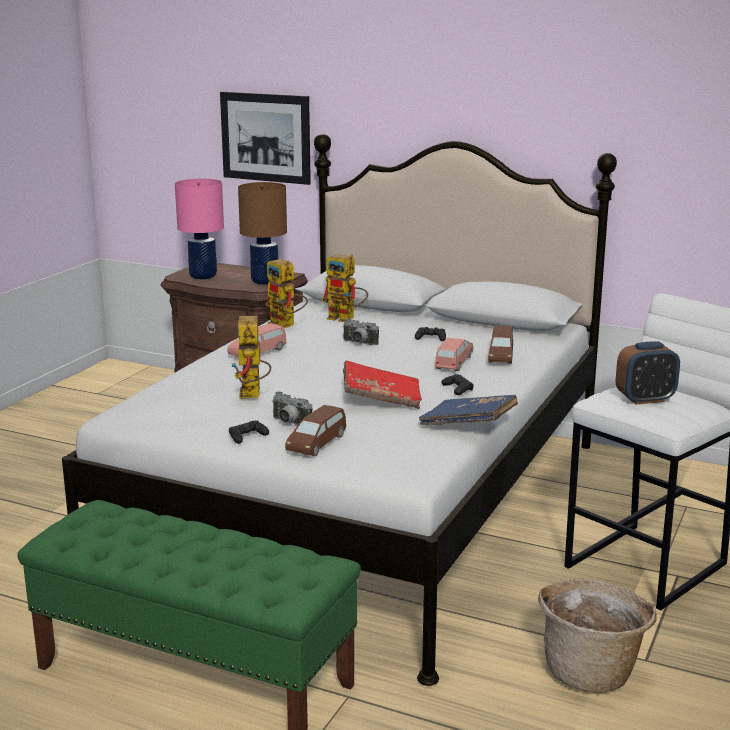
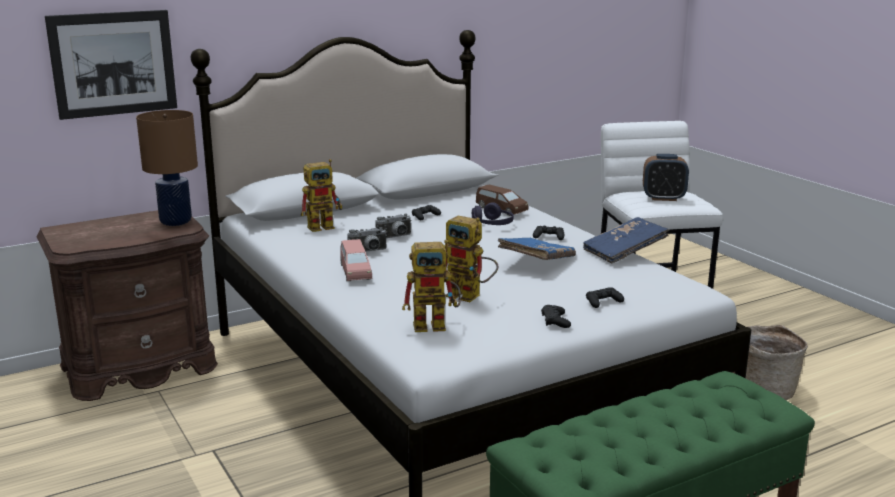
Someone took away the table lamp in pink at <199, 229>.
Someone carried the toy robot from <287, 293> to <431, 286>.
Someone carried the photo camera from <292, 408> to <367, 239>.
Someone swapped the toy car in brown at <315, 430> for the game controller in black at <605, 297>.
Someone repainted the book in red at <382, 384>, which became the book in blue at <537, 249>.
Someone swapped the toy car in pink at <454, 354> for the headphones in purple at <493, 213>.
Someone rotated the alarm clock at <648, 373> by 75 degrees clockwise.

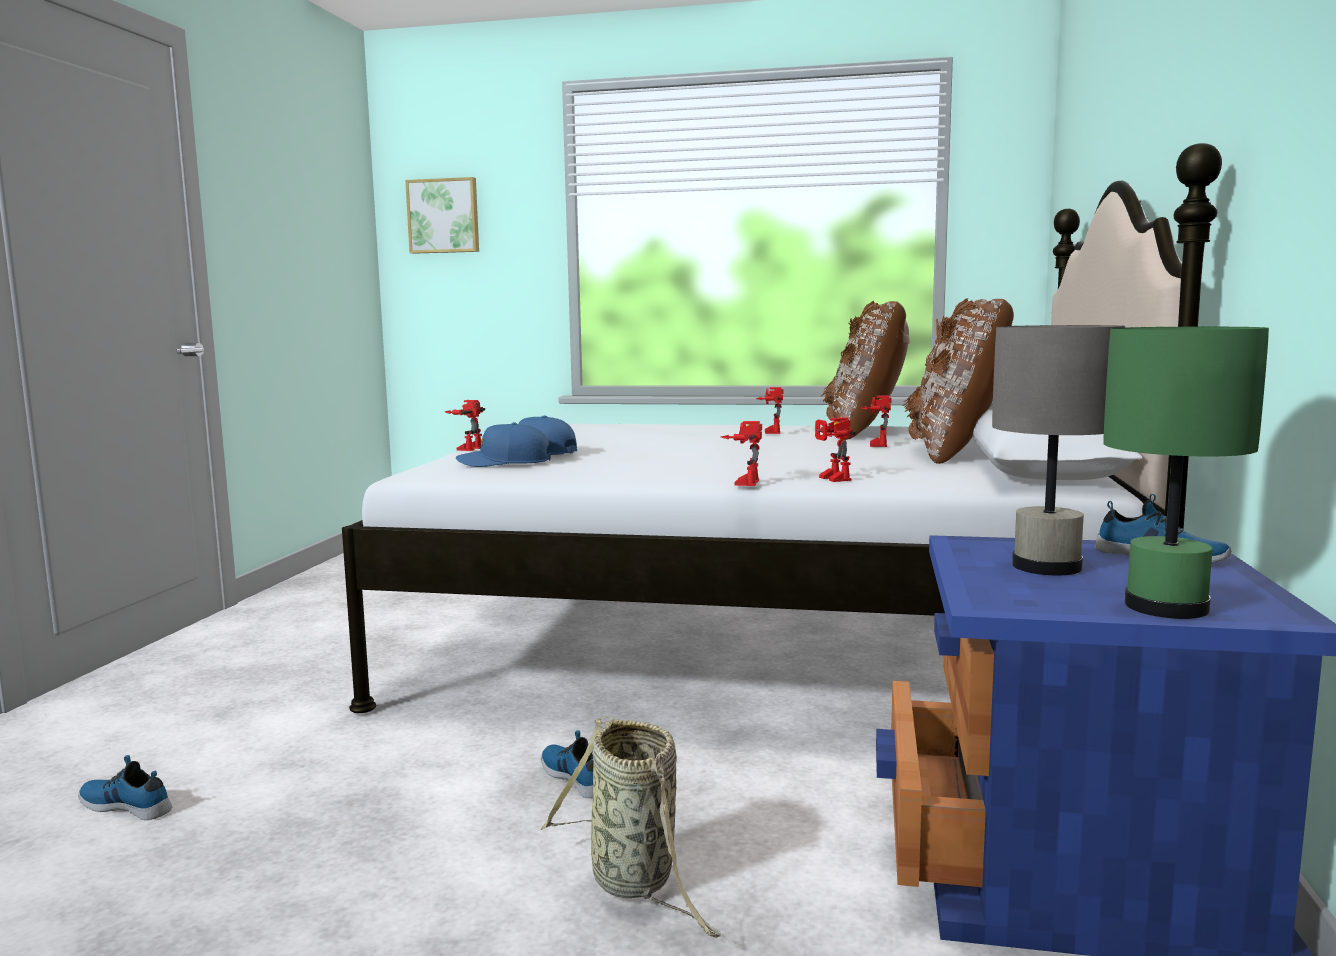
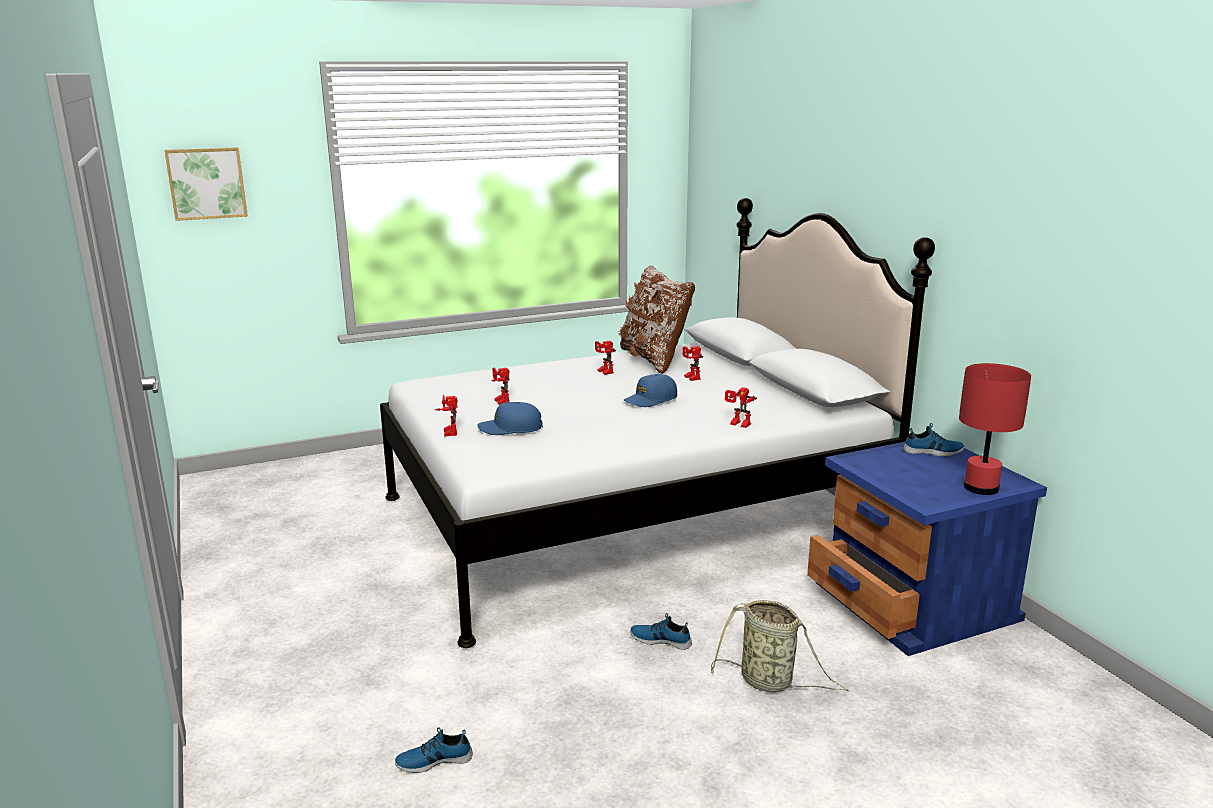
Someone carried the cap in blue from <503, 444> to <650, 390>.
Someone carried the toy robot from <741, 453> to <500, 386>.
Someone took away the pillow in brown at <958, 381>.
Someone took away the table lamp in grey at <1058, 450>.
Someone repainted the table lamp in green at <1186, 473>, which became the table lamp in red at <995, 429>.

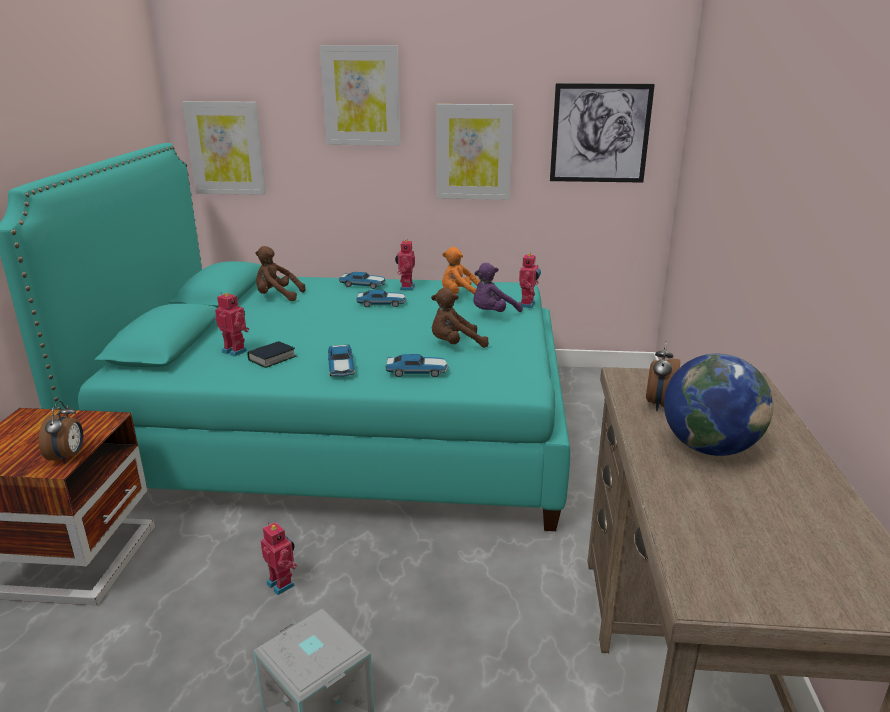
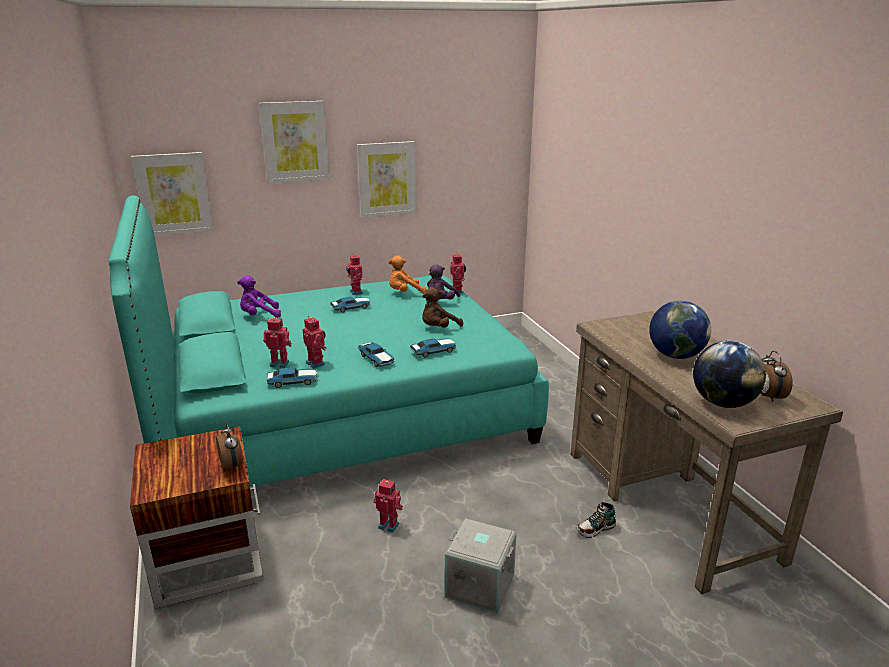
Someone swapped the book at <272, 354> for the toy robot at <315, 342>.
Someone repainted the plush toy in brown at <280, 273>, which became the plush toy in purple at <259, 296>.
Someone carried the toy car from <362, 280> to <293, 378>.
Someone took away the picture at <602, 133>.
Someone carried the alarm clock from <663, 376> to <777, 376>.
Someone put down the shoe at <596, 520>.
Someone put down the globe at <729, 374>.

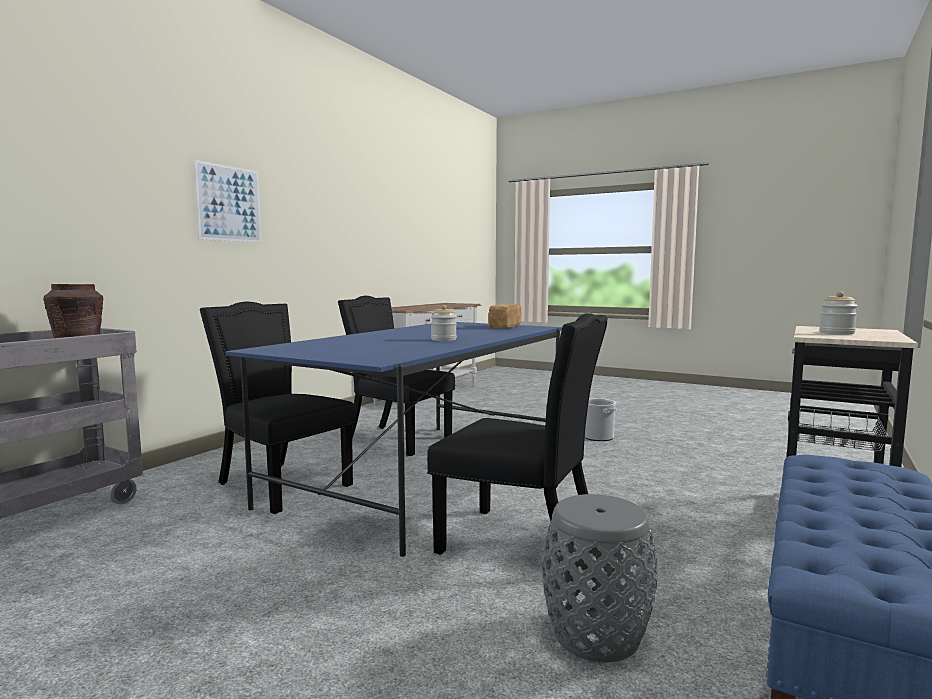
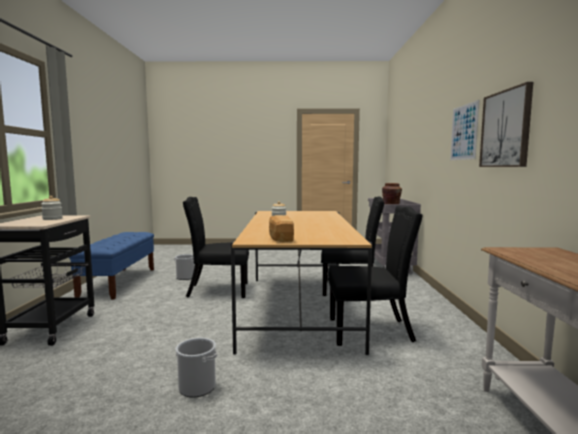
Someone repainted the dining table in blue at <394, 439>, which became the dining table in beige at <301, 283>.
Someone swapped the stool in grey at <600, 578> for the bucket at <184, 267>.
Someone put up the picture at <506, 124>.

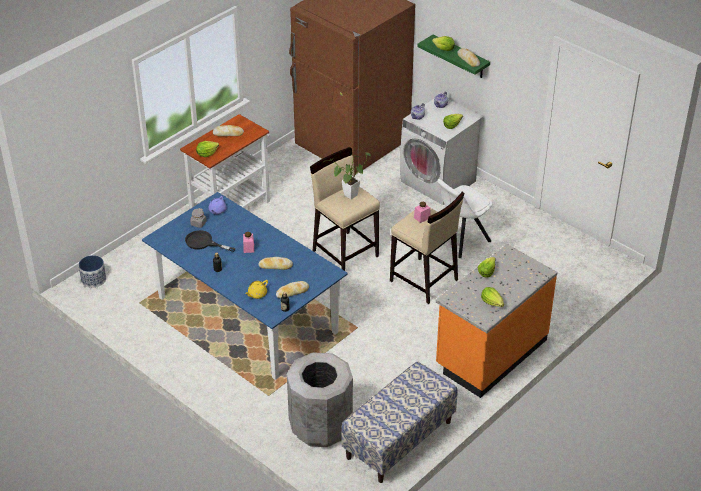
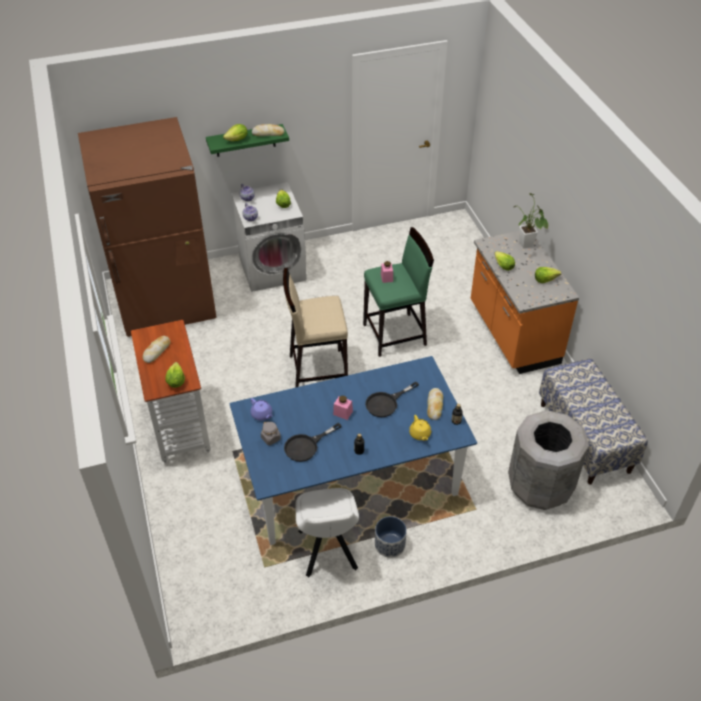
Someone carried the planter from <92, 271> to <391, 537>.
Someone swapped the bread at <276, 263> for the frying pan in black at <392, 399>.
Someone carried the potted plant from <347, 175> to <531, 220>.
Someone repainted the stool in beige at <427, 248>, which became the stool in green at <398, 292>.
Someone carried the chair in white from <465, 218> to <327, 532>.

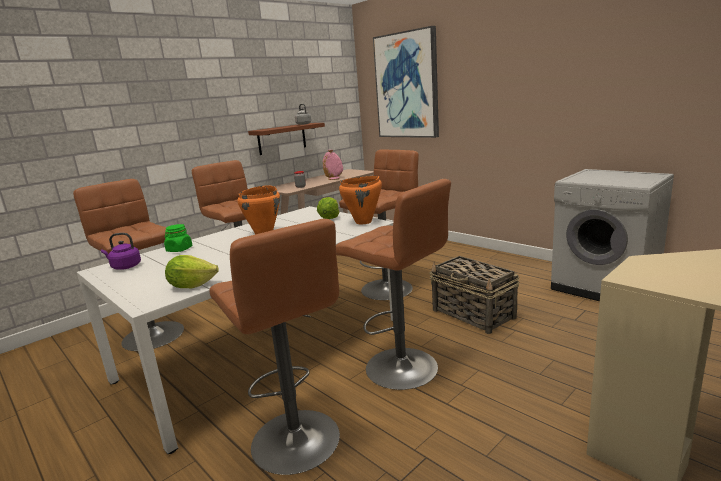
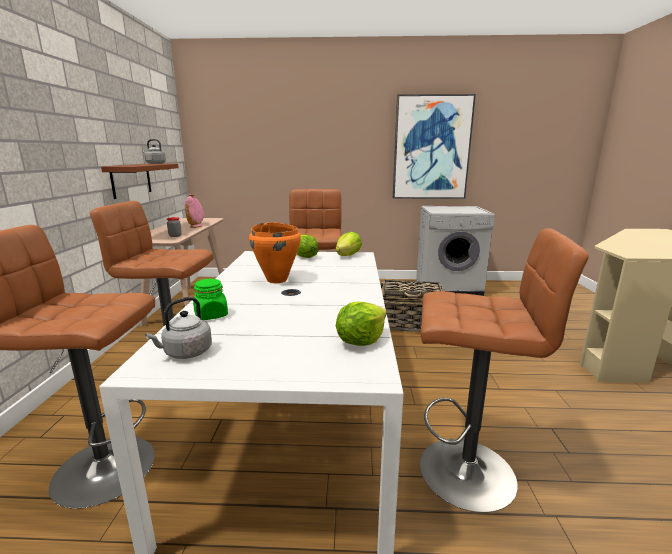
Someone repainted the kettle in purple at <121, 251>, which became the kettle in grey at <178, 328>.
Someone took away the stool in brown at <393, 284>.
Someone swapped the cooking pot in orange at <360, 200> for the lettuce at <348, 244>.
Someone carried the picture from <406, 82> to <434, 146>.

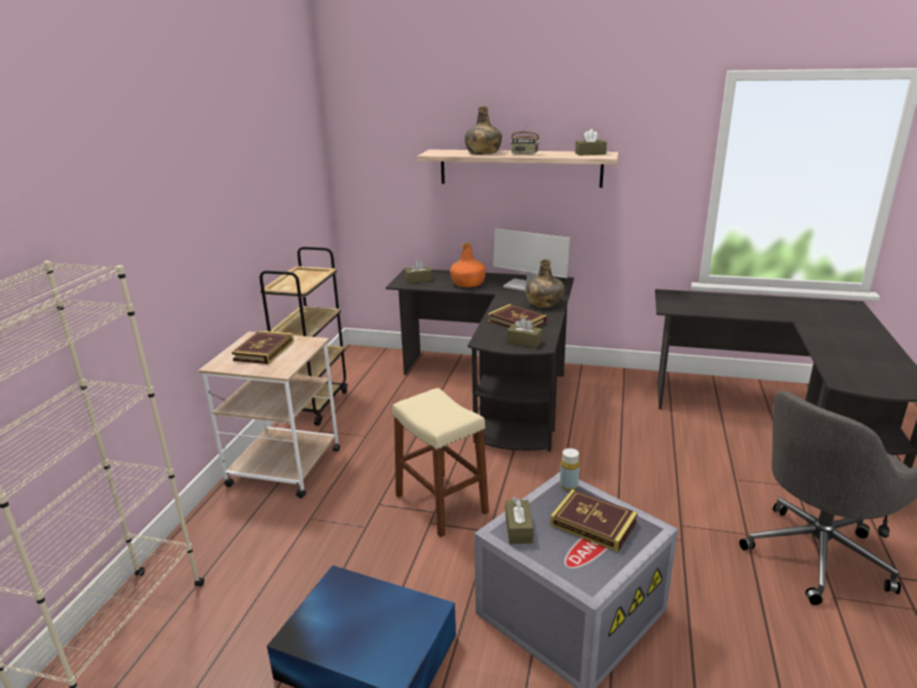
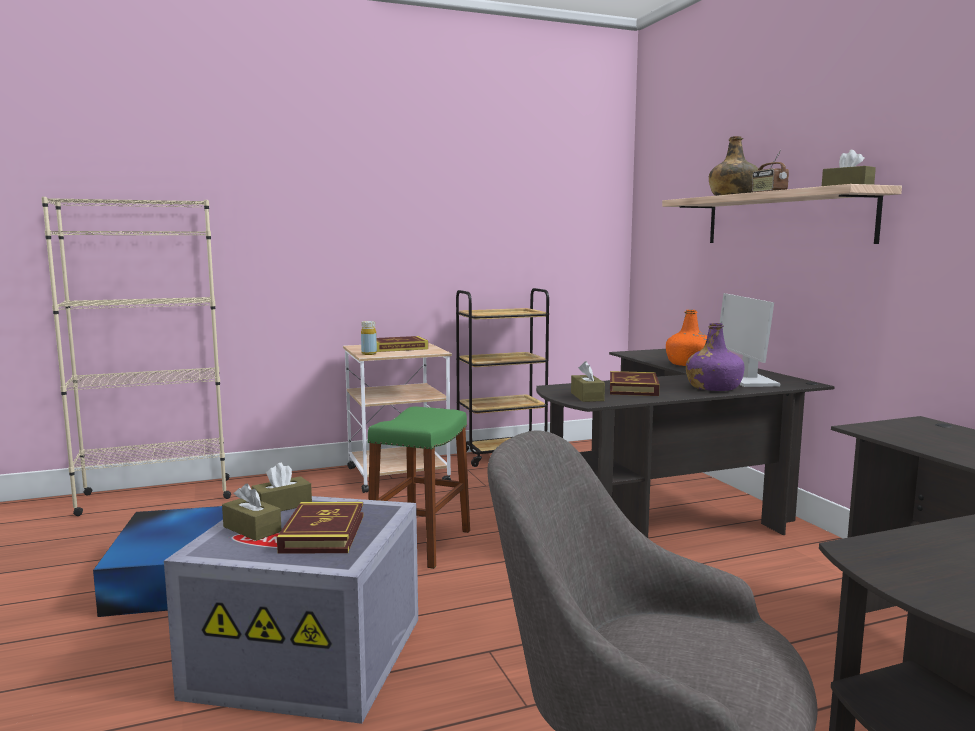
Someone repainted the stool in beige at <440, 462>, which became the stool in green at <419, 487>.
Someone carried the tissue box in brown from <418, 271> to <251, 512>.
Someone repainted the bottle in green at <545, 283>, which became the bottle in purple at <715, 357>.
Someone carried the bottle in yellow from <570, 469> to <369, 338>.

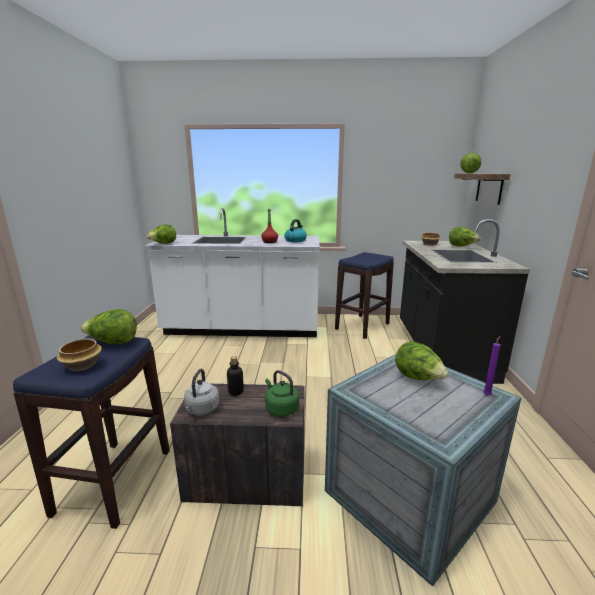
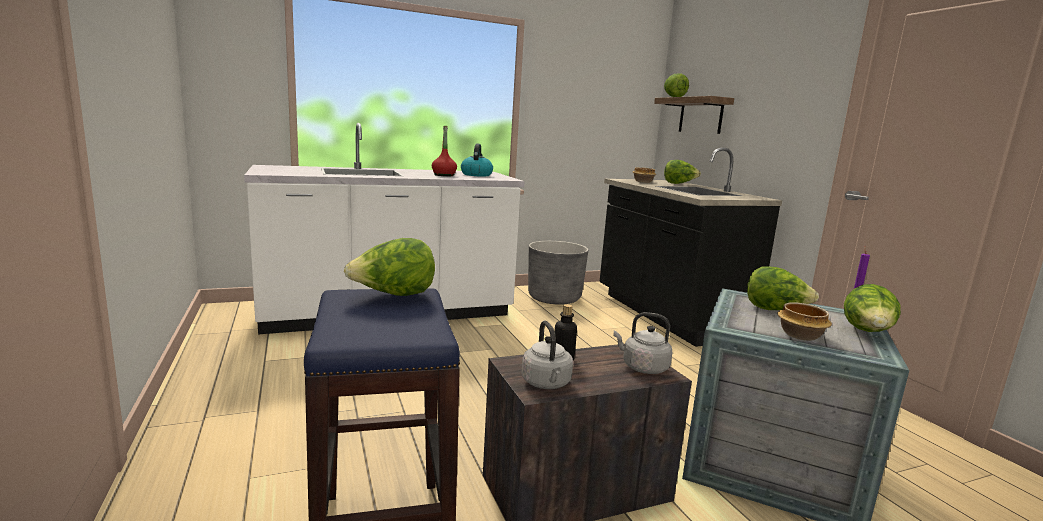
Someone carried the bowl from <79, 354> to <804, 321>.
Someone carried the lettuce from <161, 234> to <872, 308>.
Someone repainted the kettle in green at <282, 393>, which became the kettle in grey at <643, 343>.
Someone swapped the stool at <364, 295> for the planter in grey at <558, 273>.

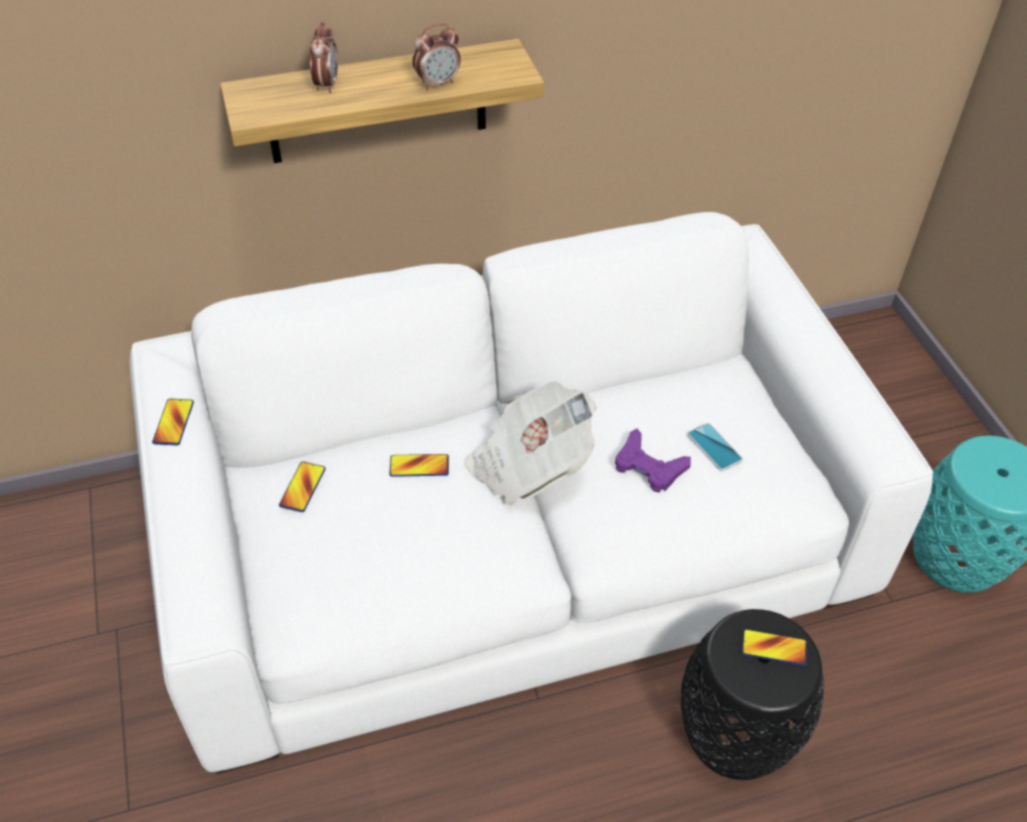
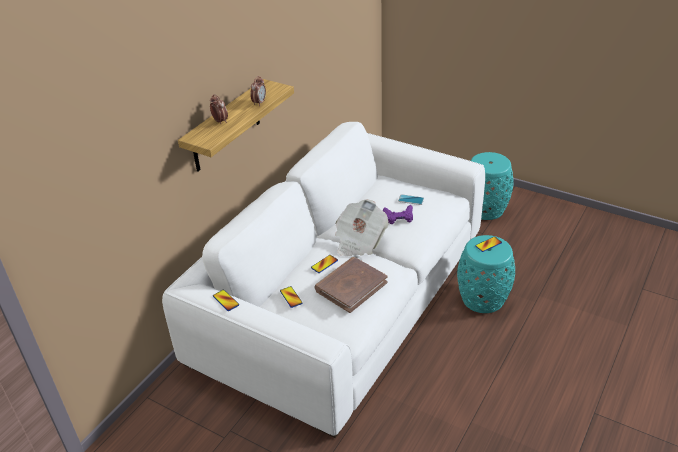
Someone repainted the stool in black at <752, 694>, which became the stool in turquoise at <486, 274>.
Someone put down the book in brown at <351, 285>.

